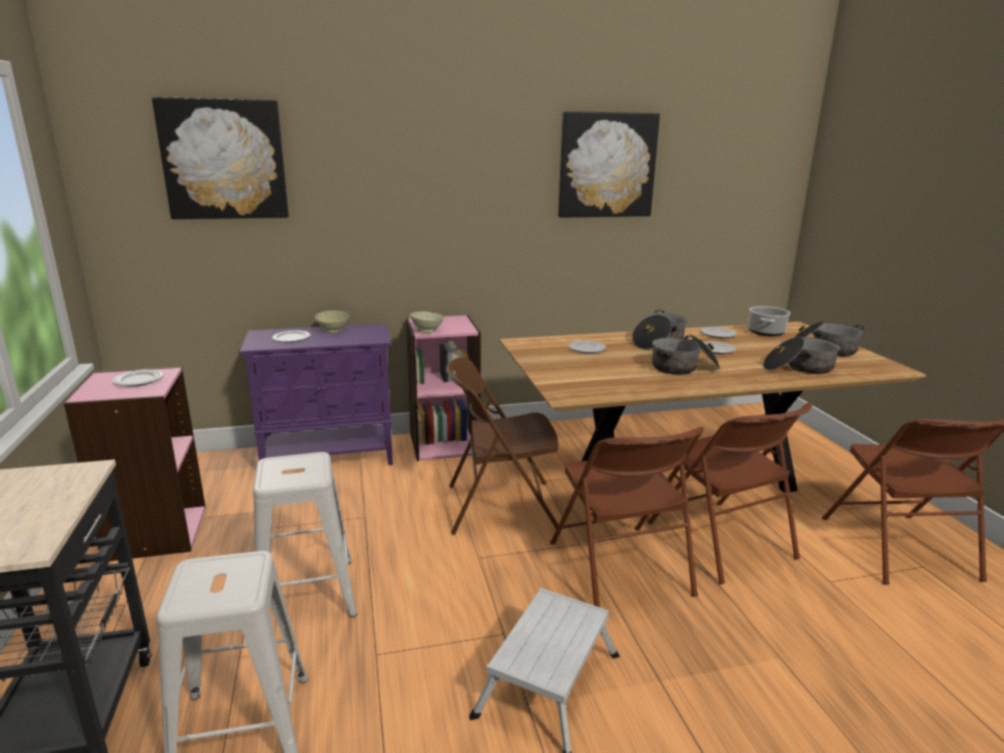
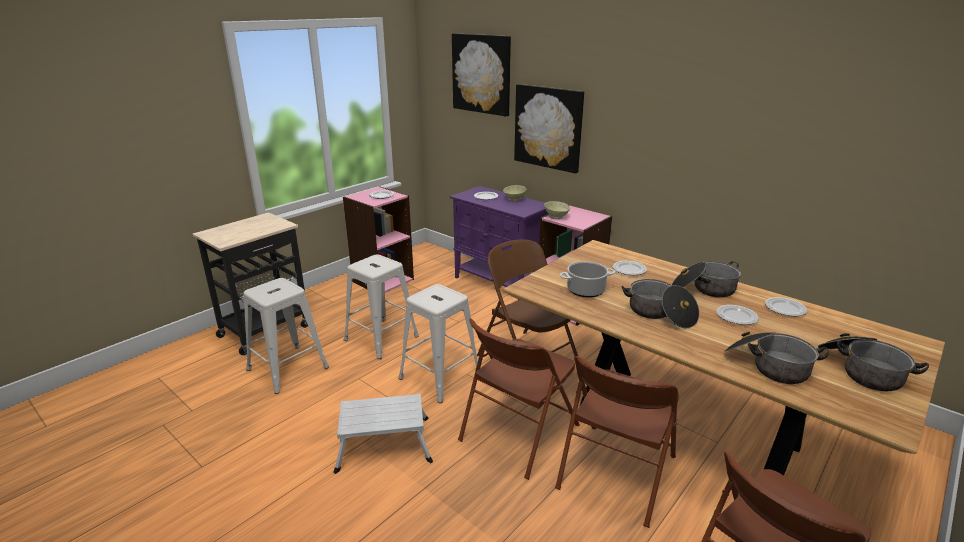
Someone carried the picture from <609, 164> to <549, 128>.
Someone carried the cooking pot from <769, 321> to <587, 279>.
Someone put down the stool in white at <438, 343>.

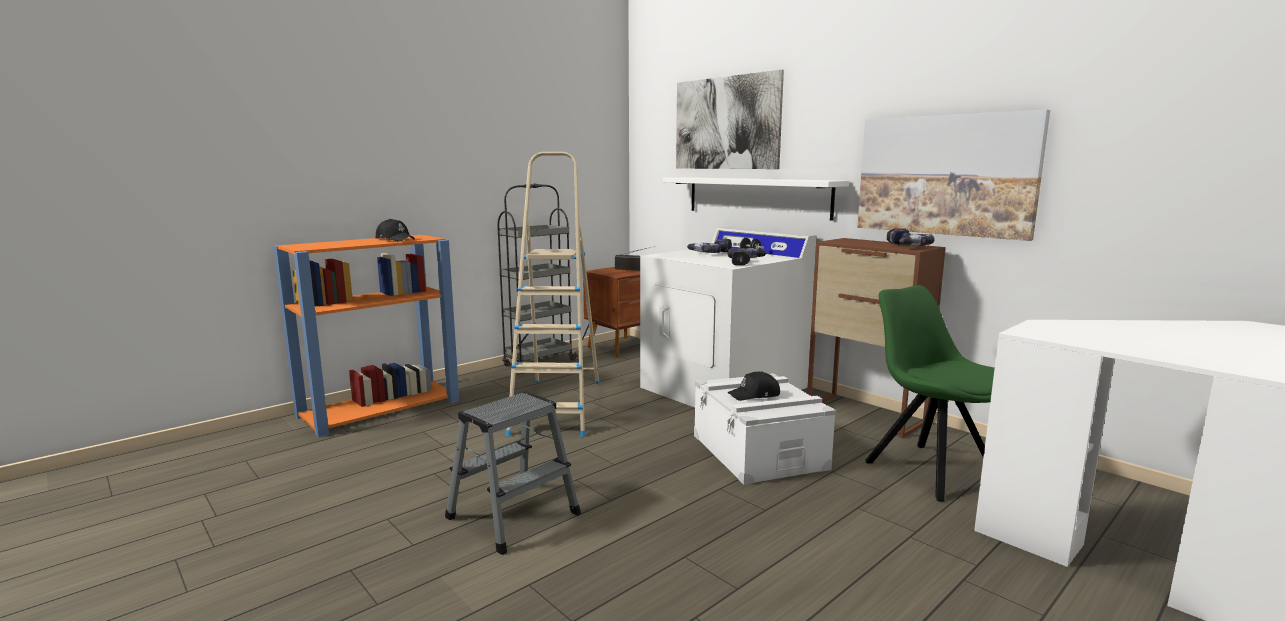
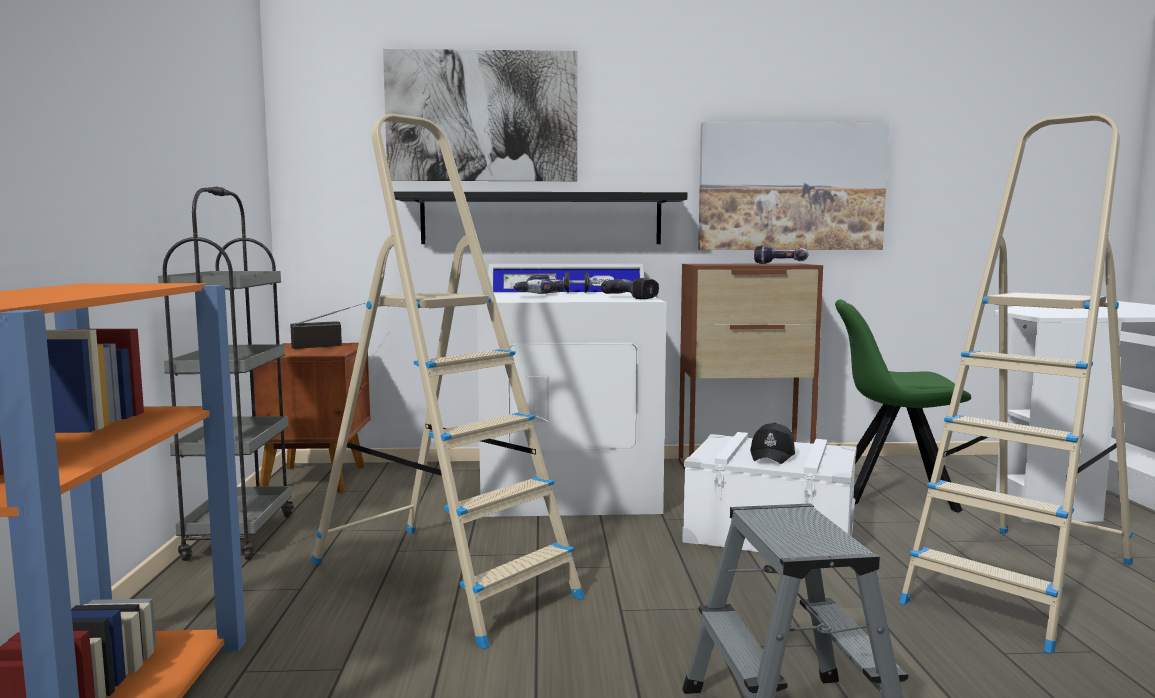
Someone took away the cap in black at <395, 230>.
Someone repainted the shelf in white at <756, 199>, which became the shelf in black at <540, 217>.
Someone put down the step ladder in beige at <1016, 383>.

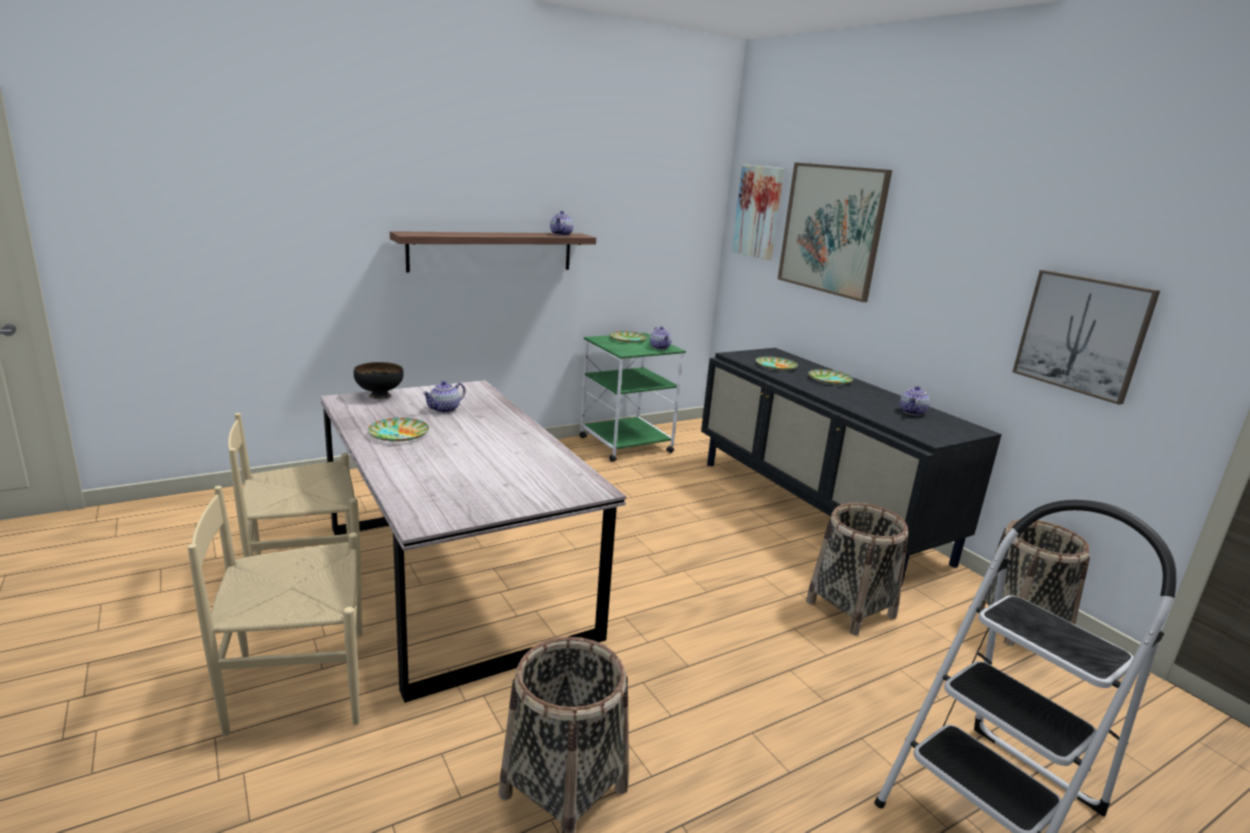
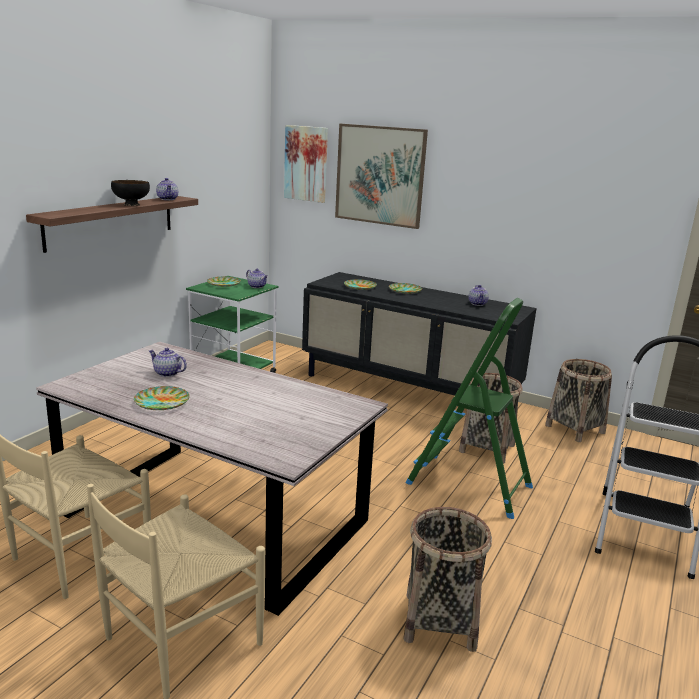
Someone carried the bowl in black from <379, 380> to <130, 193>.
Someone rotated the teapot at <443, 397> by 105 degrees clockwise.
Someone took away the picture at <1086, 337>.
Someone put down the step ladder in green at <469, 408>.

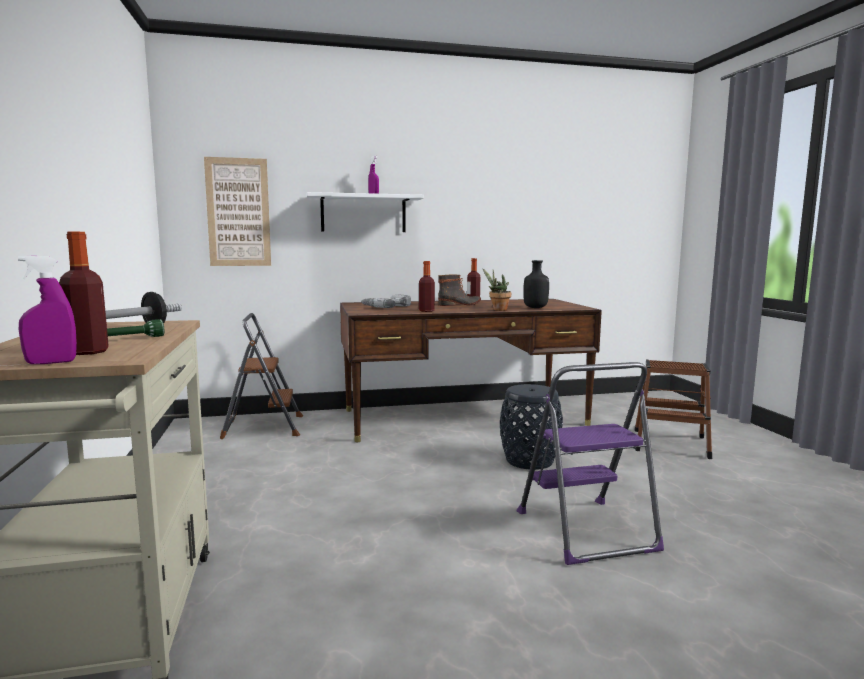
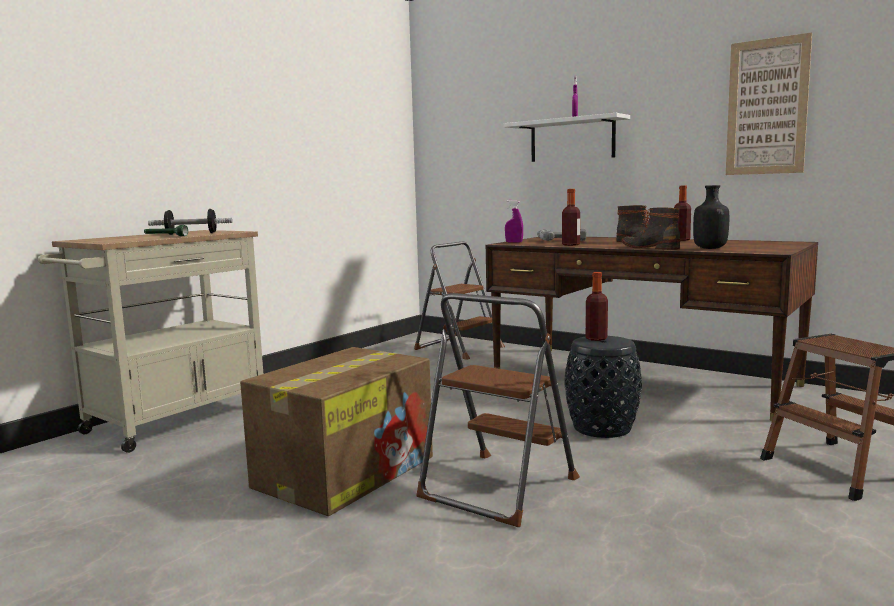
Someone carried the spray bottle in purple from <47, 310> to <514, 221>.
Someone carried the bottle from <84, 293> to <597, 306>.
Someone carried the picture from <237, 211> to <769, 103>.
Someone swapped the potted plant at <497, 290> for the boot at <651, 228>.
Someone repainted the step ladder in purple at <590, 463>, which became the step ladder in brown at <498, 410>.
Someone put down the cardboard box at <336, 431>.

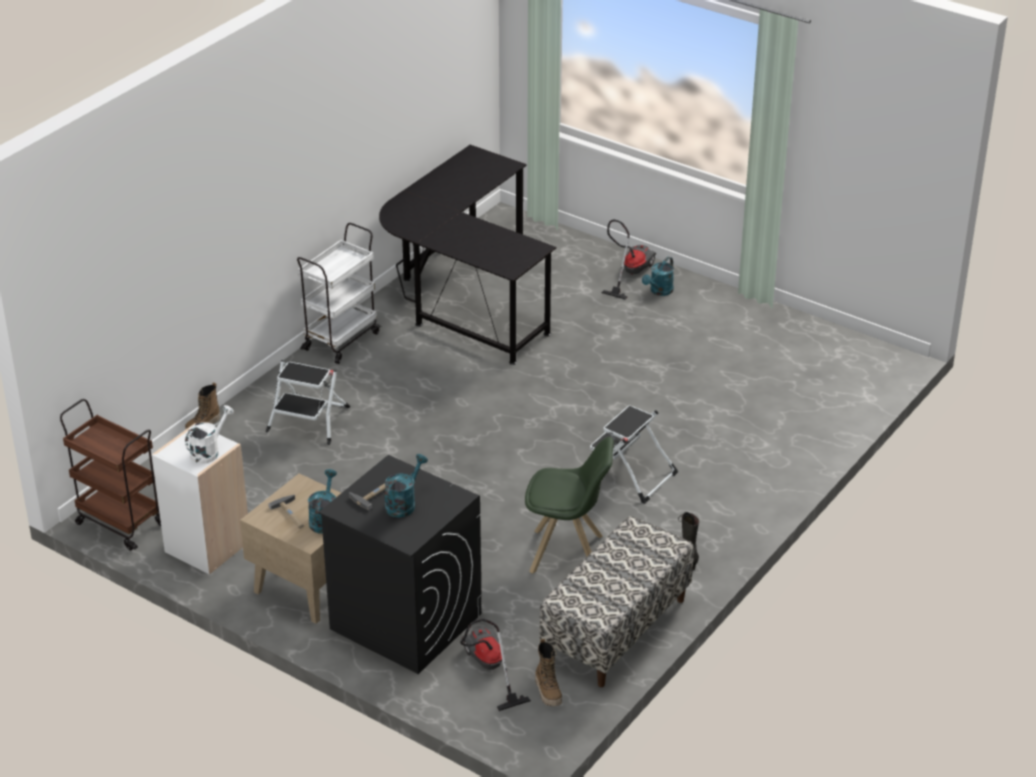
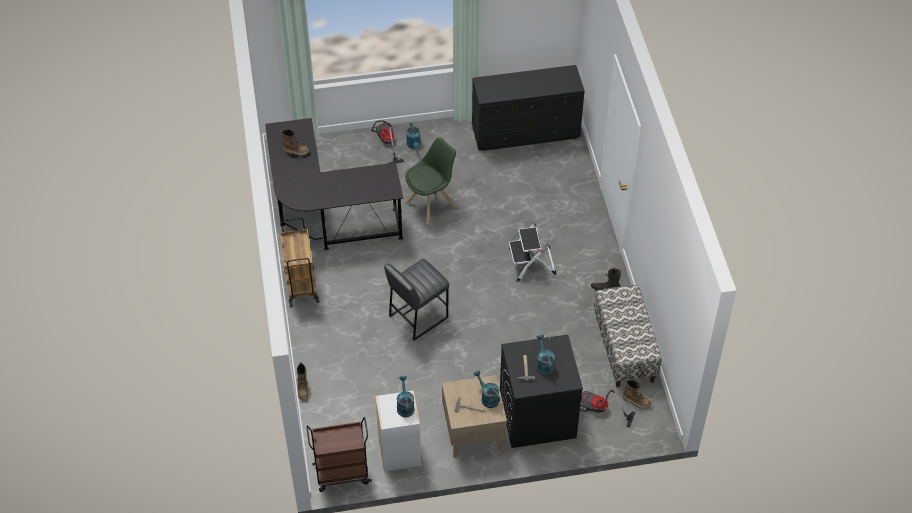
Someone repainted the watering can in white at <209, 434>, which became the watering can in turquoise at <406, 396>.
Someone took away the step ladder at <308, 402>.
Someone repainted the cart in white at <339, 293>, which became the cart in brown at <299, 263>.
Someone carried the chair in green from <569, 505> to <430, 180>.
Someone put down the boot at <295, 143>.
Someone put down the stool in grey at <416, 300>.
Someone put down the dresser in black at <528, 108>.

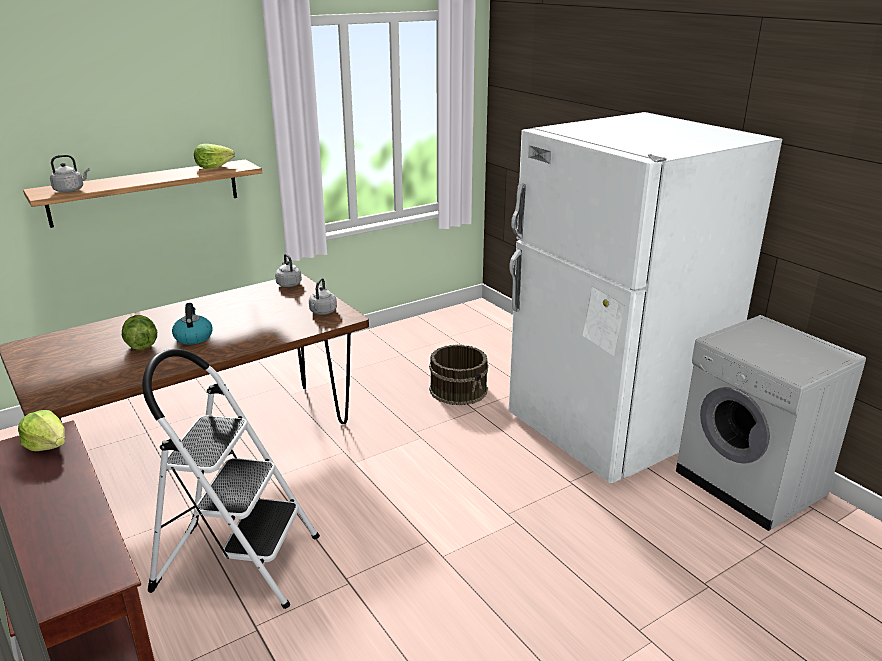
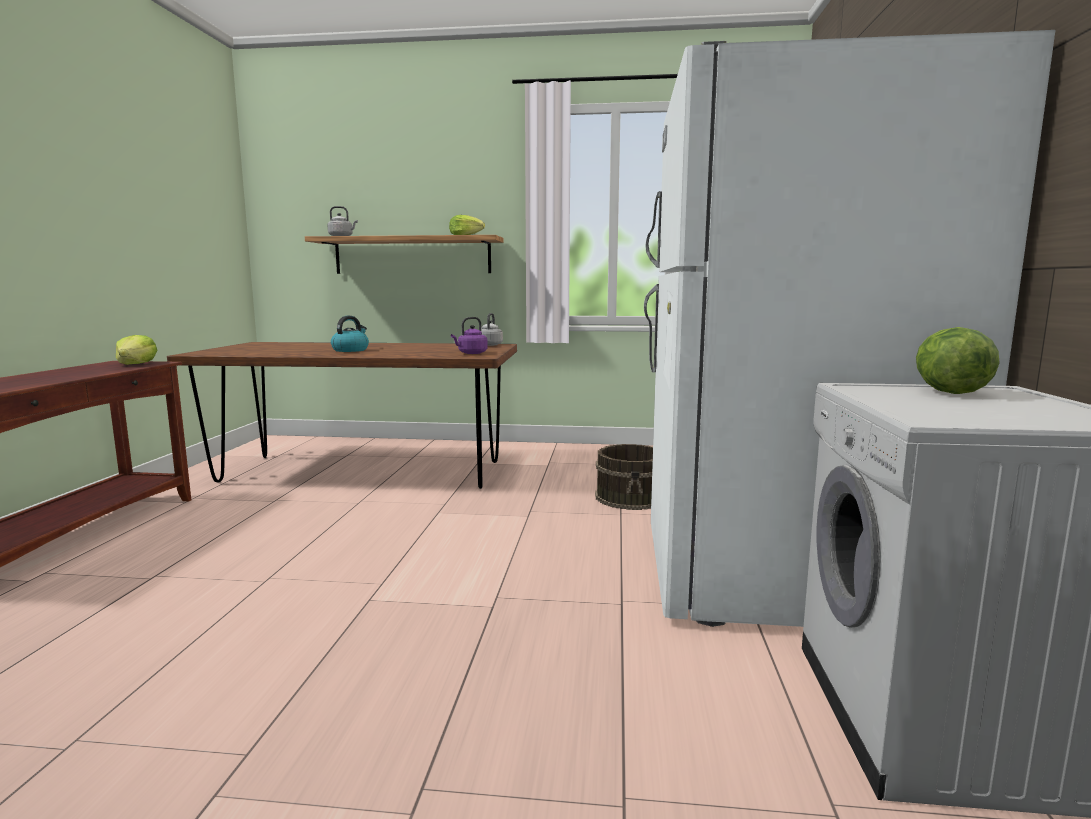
Someone carried the lettuce from <139, 332> to <958, 360>.
Someone took away the step ladder at <231, 479>.
Someone repainted the kettle in grey at <323, 296>, which became the kettle in purple at <469, 335>.

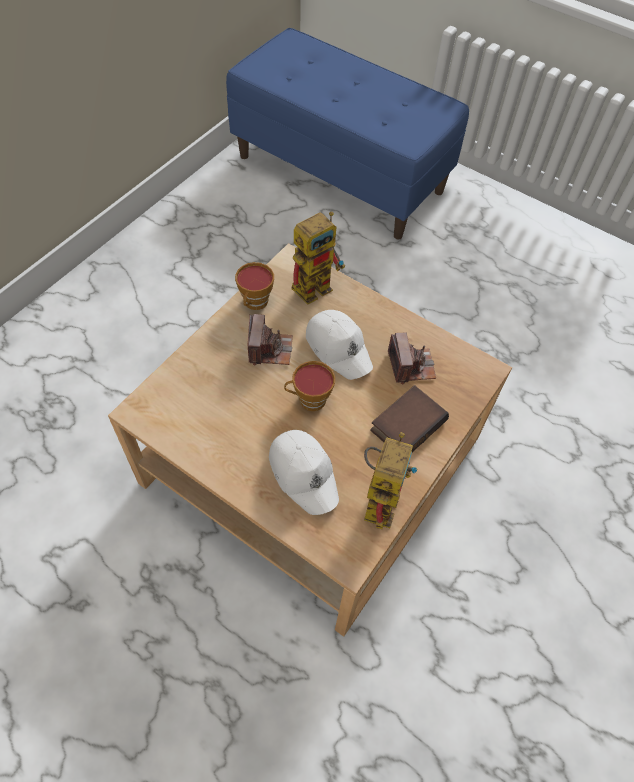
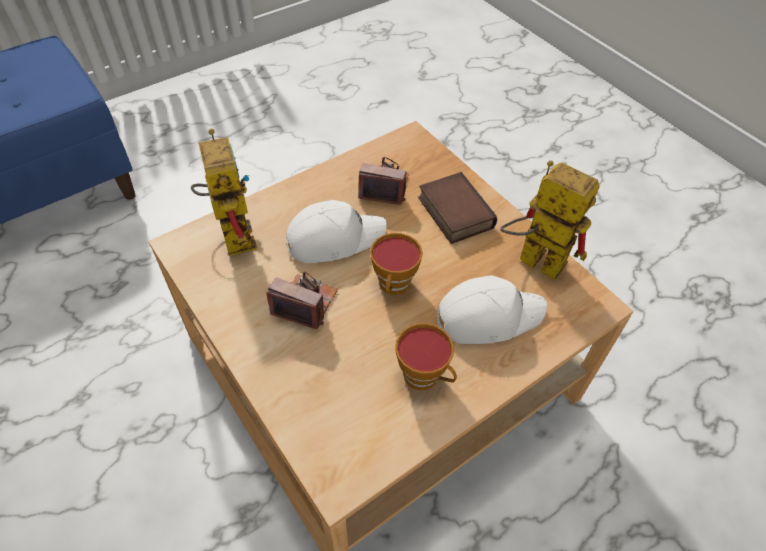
Someone carried the cup from <254, 286> to <426, 356>.

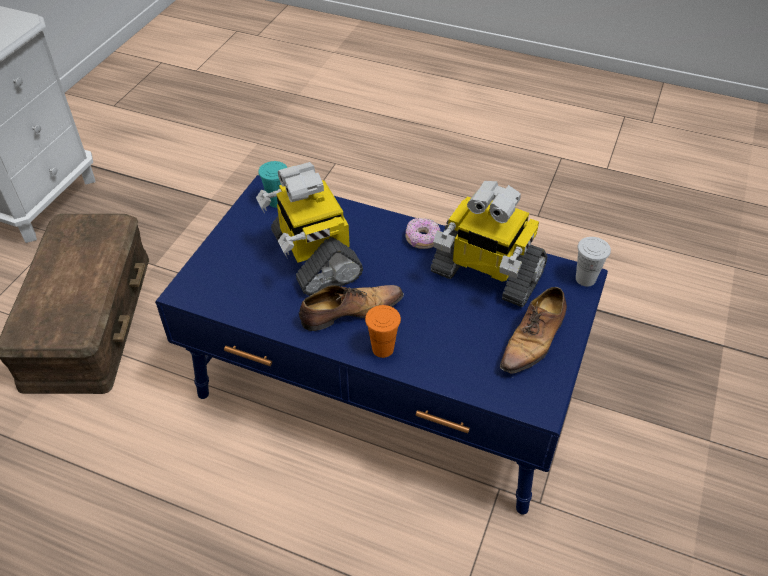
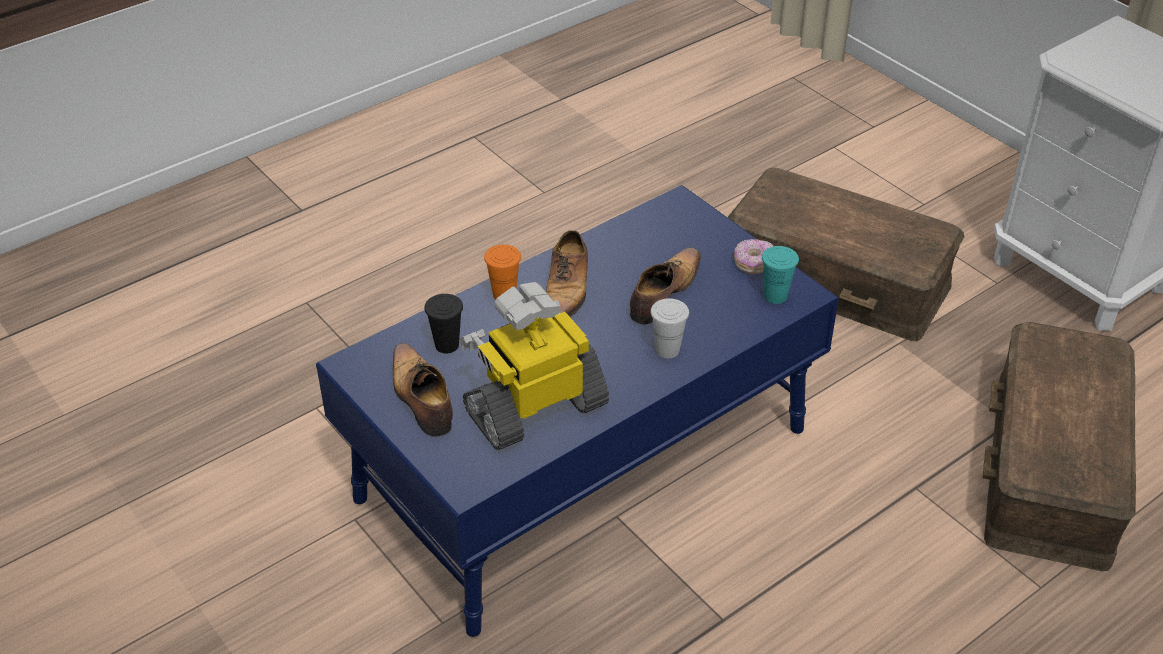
Someone swapped the toy robot at <309, 229> for the shoe at <665, 286>.
Someone carried the donut from <422, 233> to <753, 256>.
Someone carried the cup in white from <593, 262> to <670, 328>.
Someone put down the cup in black at <443, 323>.
Someone put down the storage box in brown at <1059, 446>.

